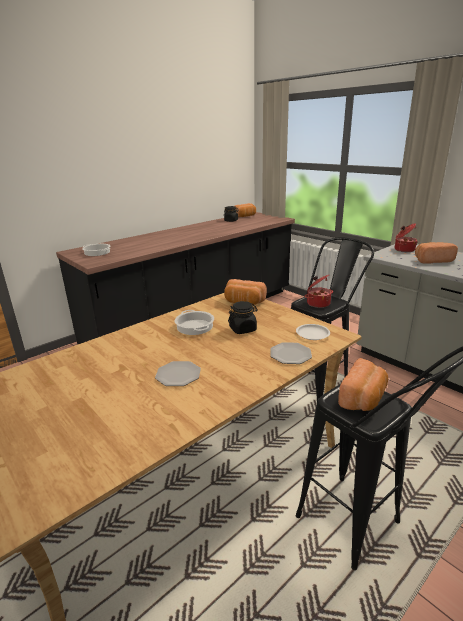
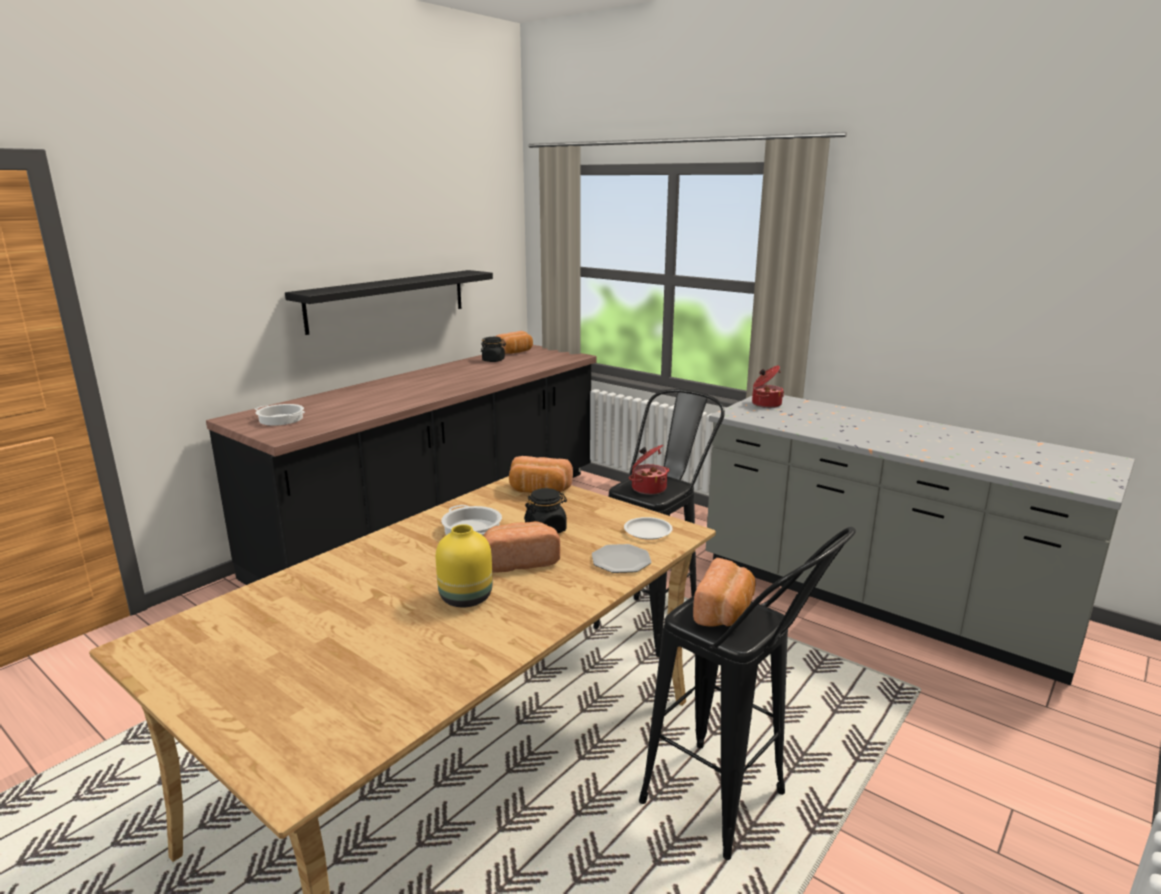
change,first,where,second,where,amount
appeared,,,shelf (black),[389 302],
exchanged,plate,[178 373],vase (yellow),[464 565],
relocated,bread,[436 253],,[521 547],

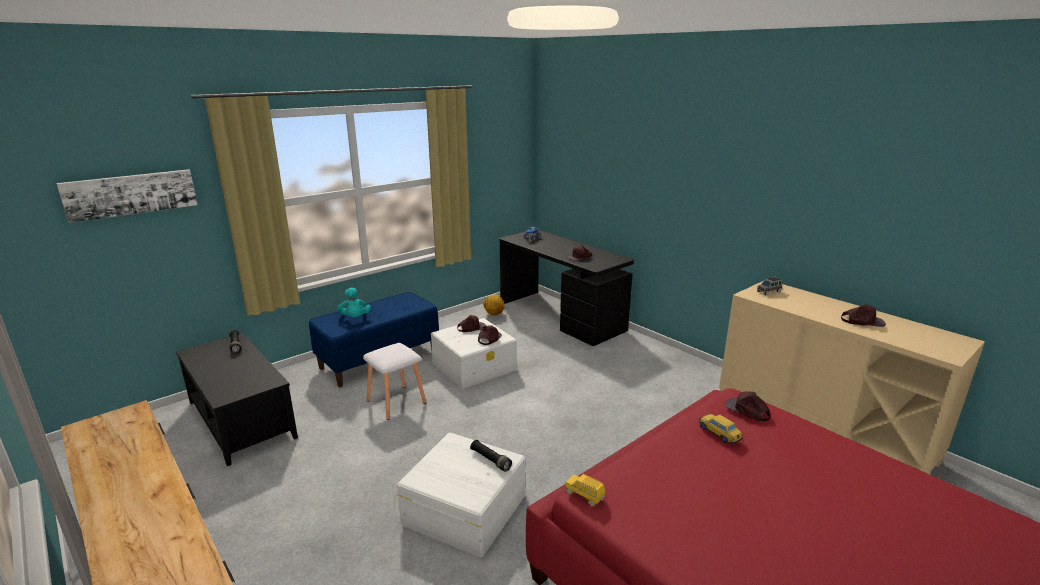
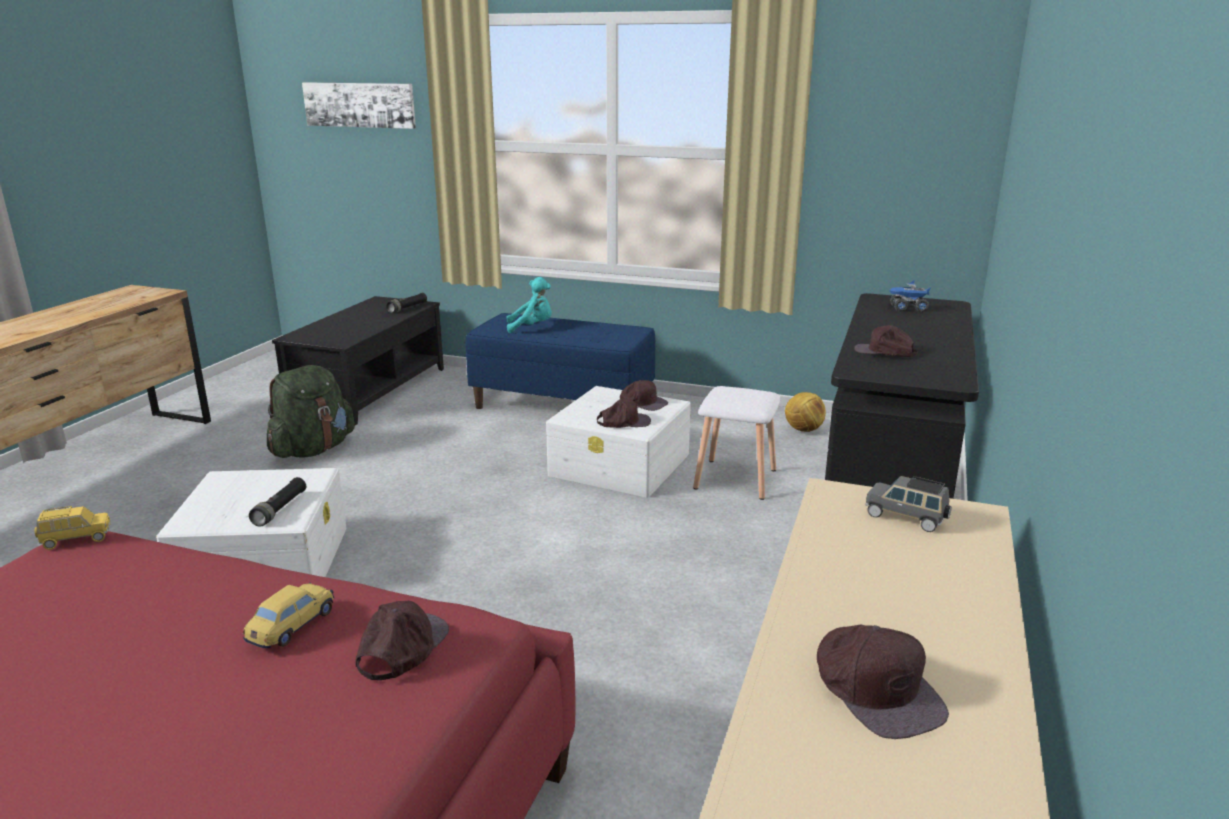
change,first,where,second,where,amount
spun,toy car (yellow),[585 490],,[72 528],60 degrees clockwise
appeared,,,backpack (green),[311 411],
spun,plush toy (turquoise),[354 302],,[529 305],135 degrees counterclockwise
relocated,stool (white),[394 381],,[737 443],

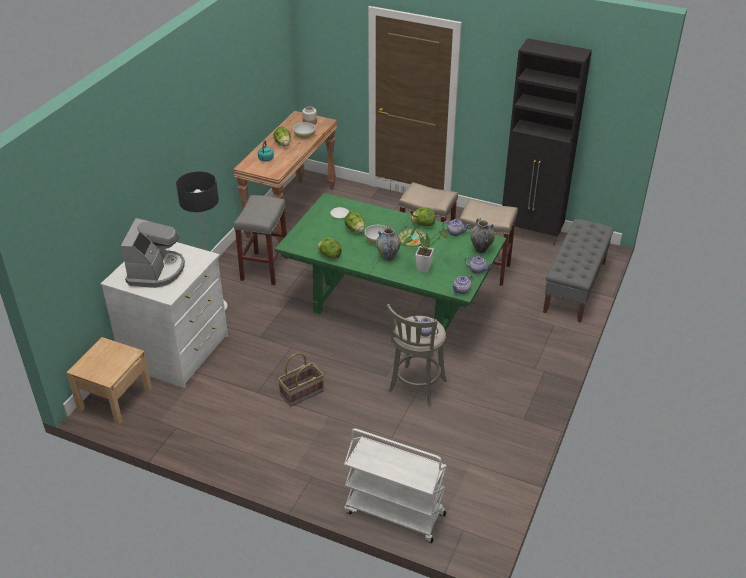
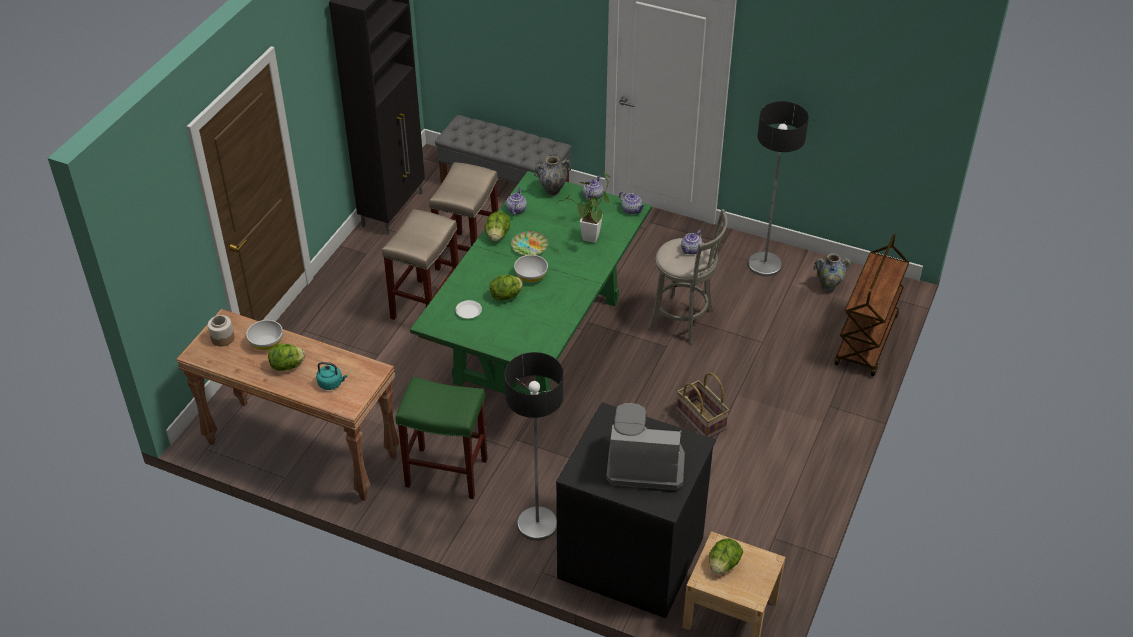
change,first,where,second,where,amount
colour,stool (grey),[261 240],stool (green),[442 438],
colour,dresser (white),[164 315],dresser (black),[636 510],
relocated,lettuce,[329 248],,[726 556],
appeared,,,floor lamp,[778 188],
relocated,vase,[388 243],,[832 272],
colour,cart (white),[395 485],cart (brown),[871 304],

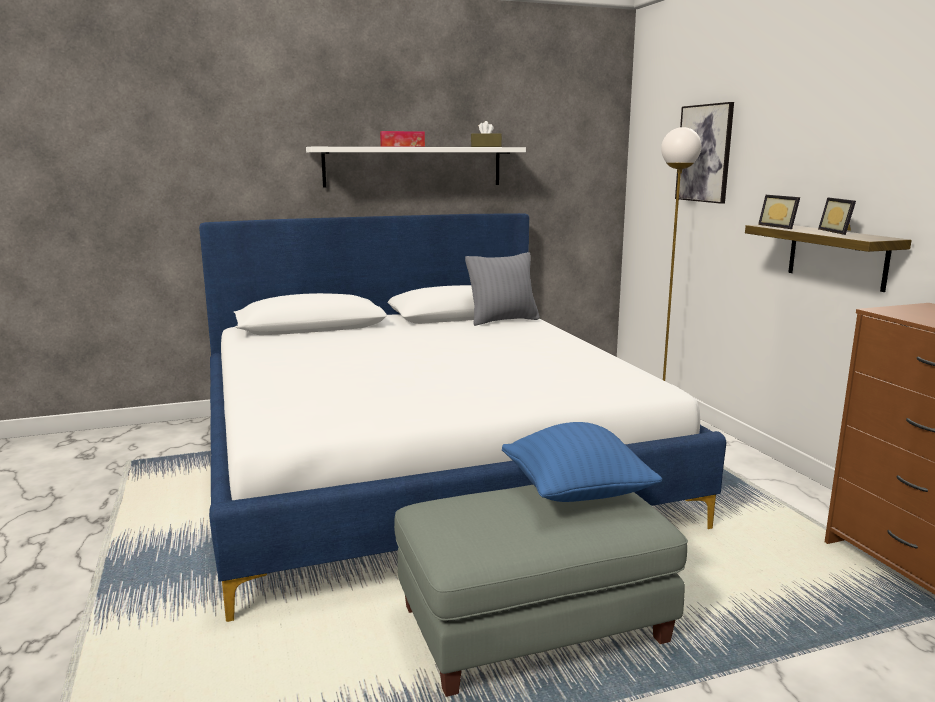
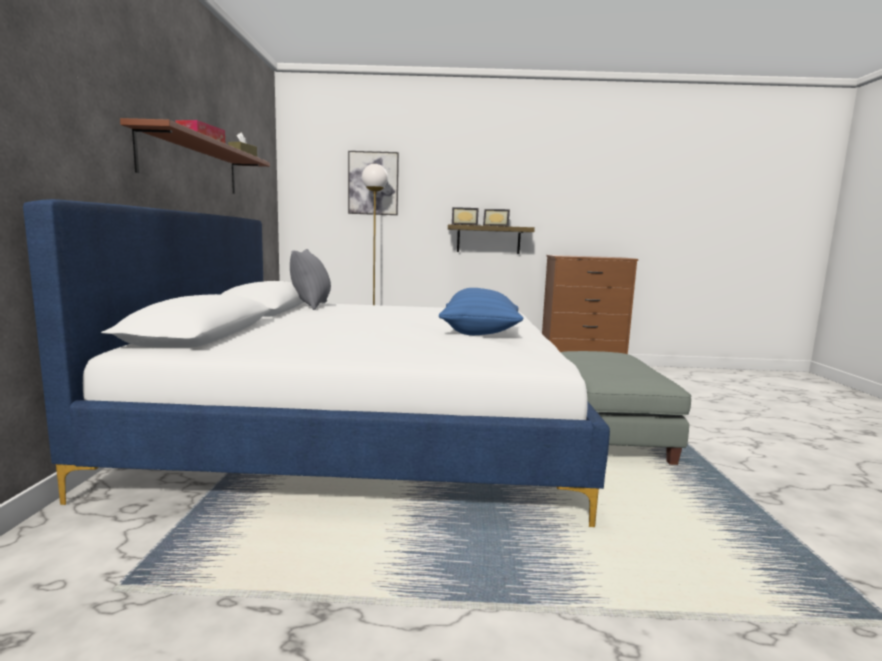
change,first,where,second,where,amount
colour,shelf (white),[416 167],shelf (brown),[195 156],
relocated,pillow (blue),[582 462],,[481 311],

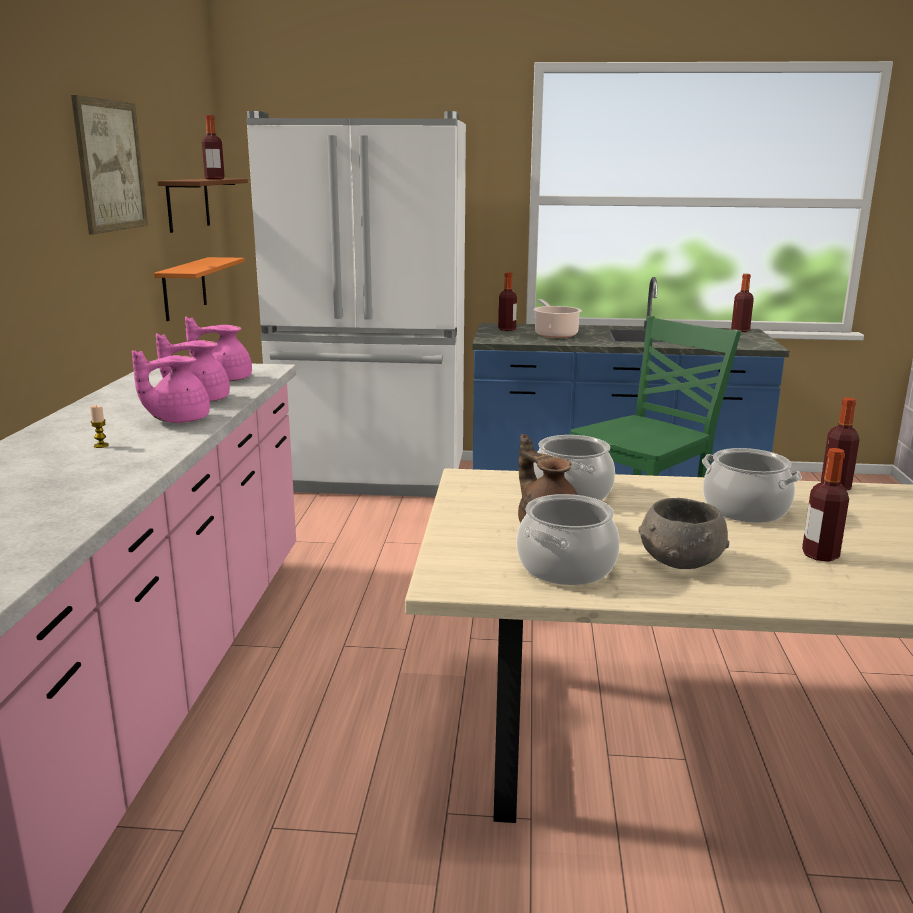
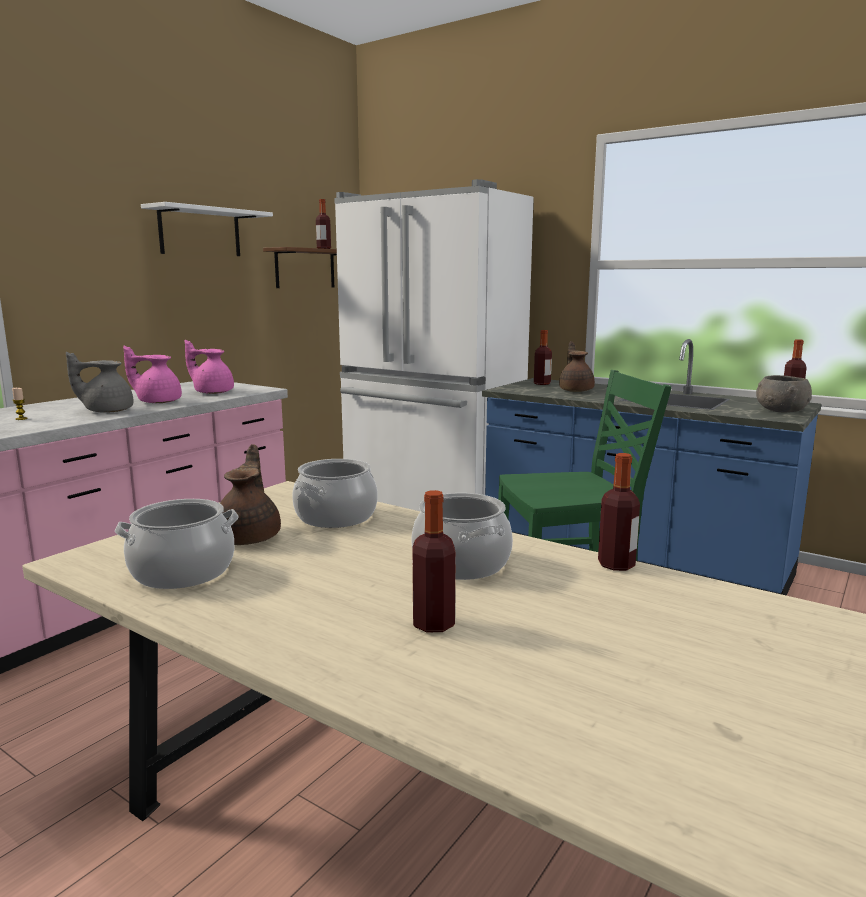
change,first,where,second,where,amount
colour,teapot (pink),[171 386],teapot (grey),[99 382],
exchanged,picture,[109 165],shelf (white),[207 229],
exchanged,cooking pot,[558 318],teapot (brown),[577 366],
relocated,bowl (grey),[684 533],,[784 394],
missing,shelf (orange),[199 289],,,

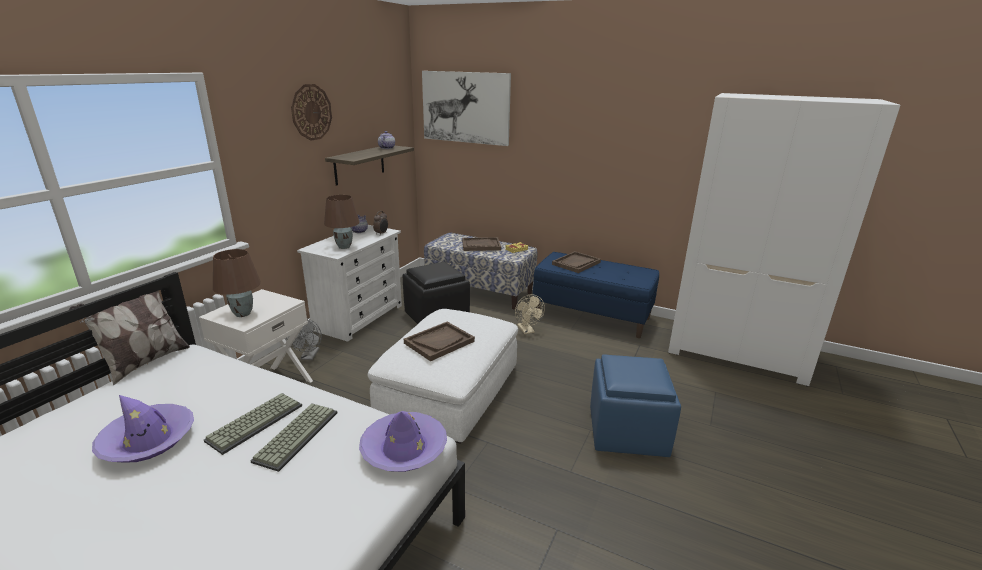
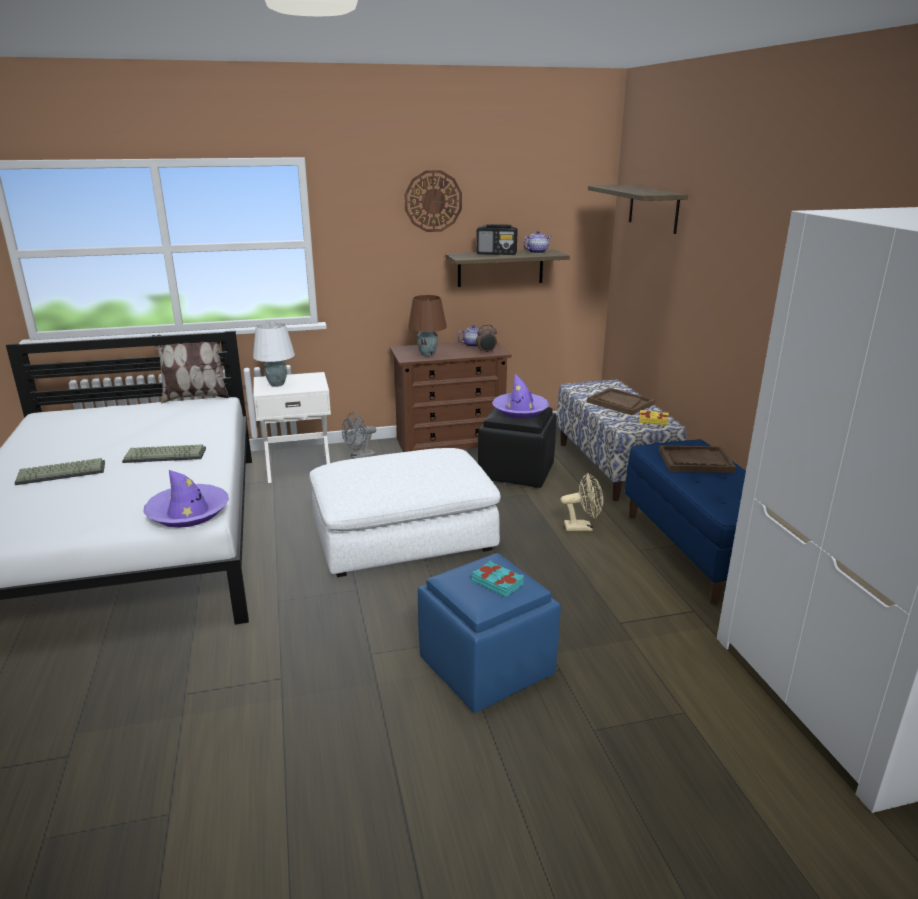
change,first,where,second,where,amount
relocated,keyboard,[294 437],,[60 471],
colour,table lamp (brown),[237 283],table lamp (white),[274 354],
colour,dresser (white),[349 283],dresser (brown),[451 397],
appeared,,,book (turquoise),[498 578],
appeared,,,radio,[497 239],
relocated,hat (purple),[143 429],,[520 396],
spun,fan (beige),[530 314],,[581 502],120 degrees counterclockwise
exchanged,picture,[466 108],shelf,[638 209],
missing,tray (brown),[439 341],,,

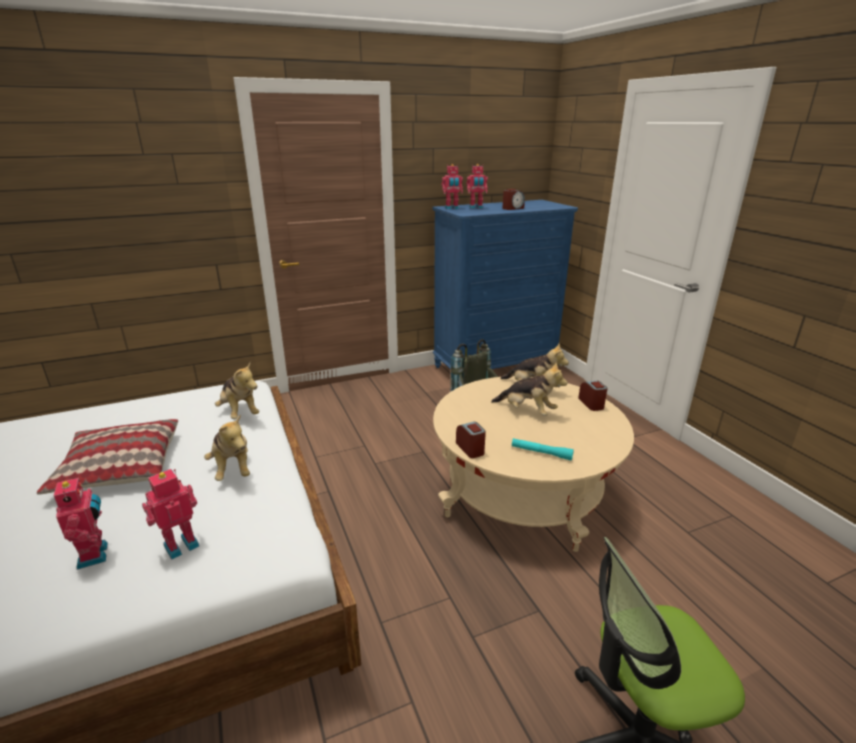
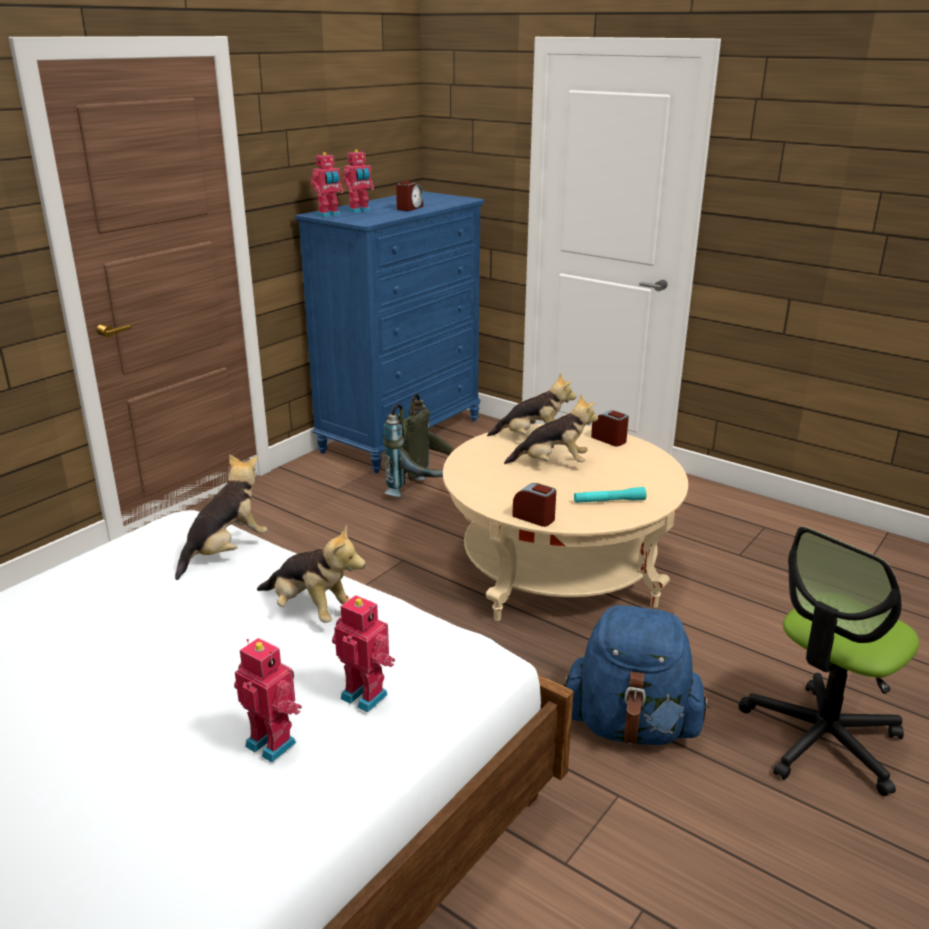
change,first,where,second,where,amount
spun,plush toy,[237 390],,[221 517],75 degrees counterclockwise
spun,toy robot,[170 514],,[363 653],105 degrees clockwise
appeared,,,backpack (blue),[637 675],
missing,pillow,[107 457],,,

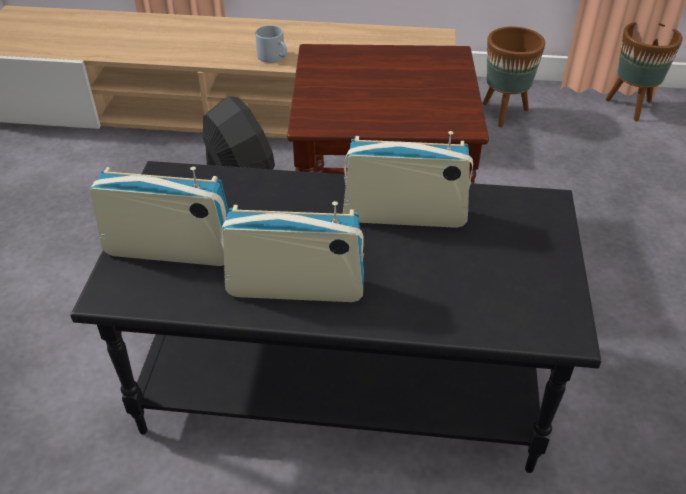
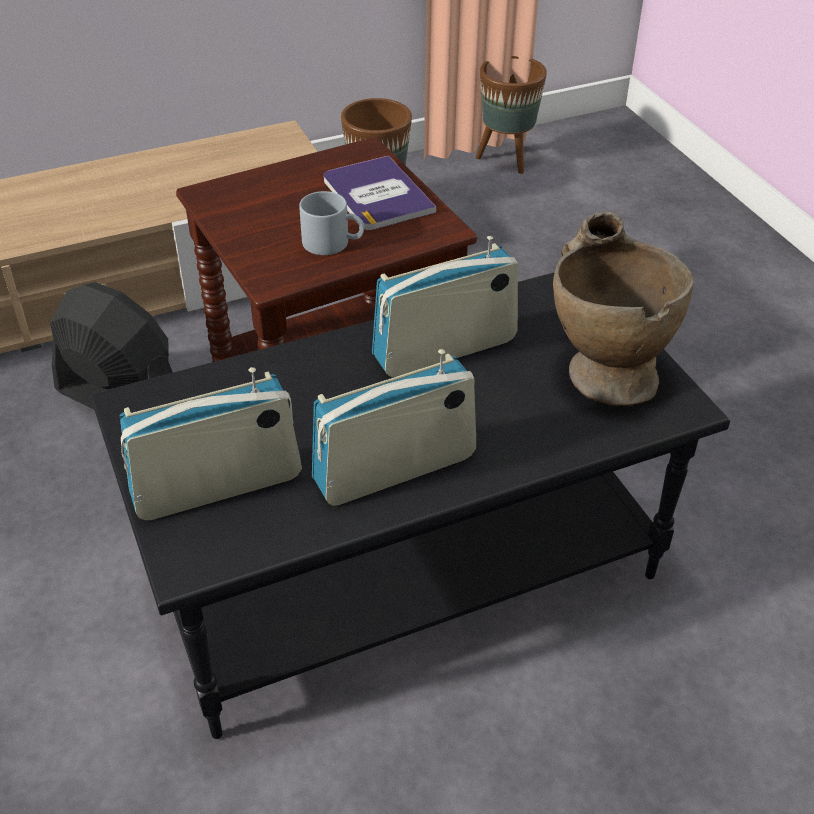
change,first,where,second,where,amount
relocated,mug (grey),[271 44],,[331 223],
appeared,,,book,[380 192],
appeared,,,vase (beige),[623 309],

